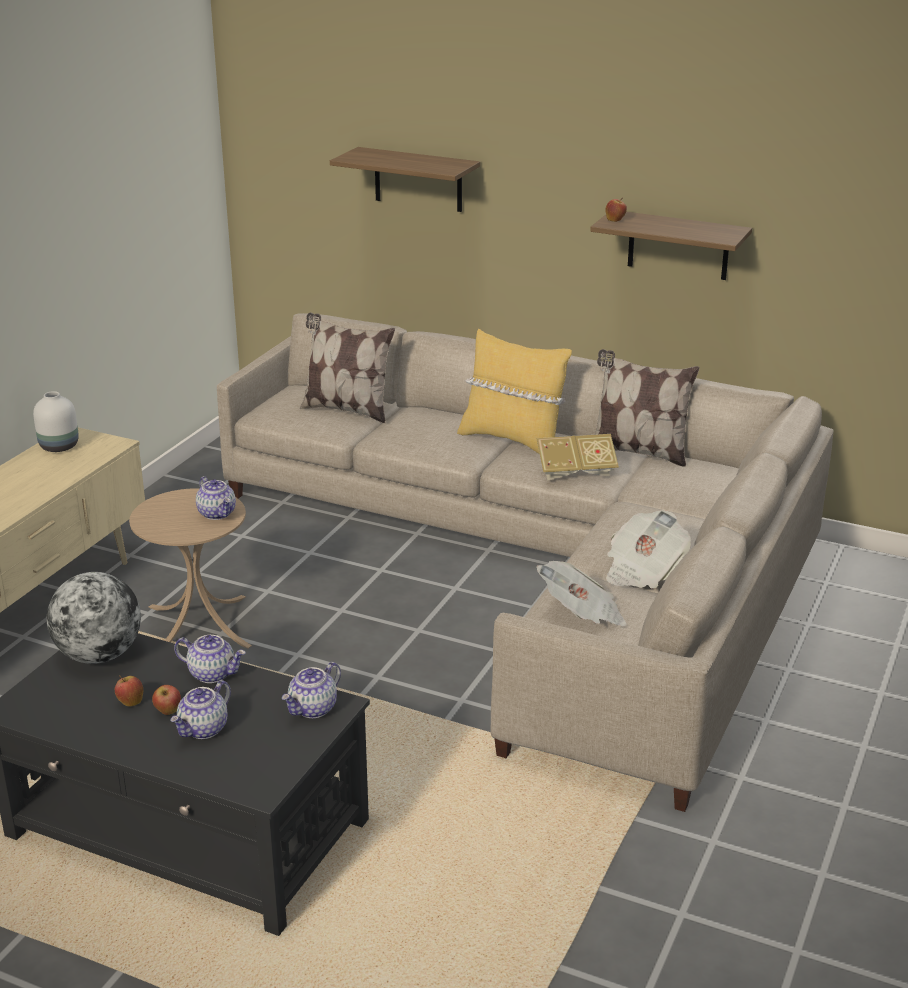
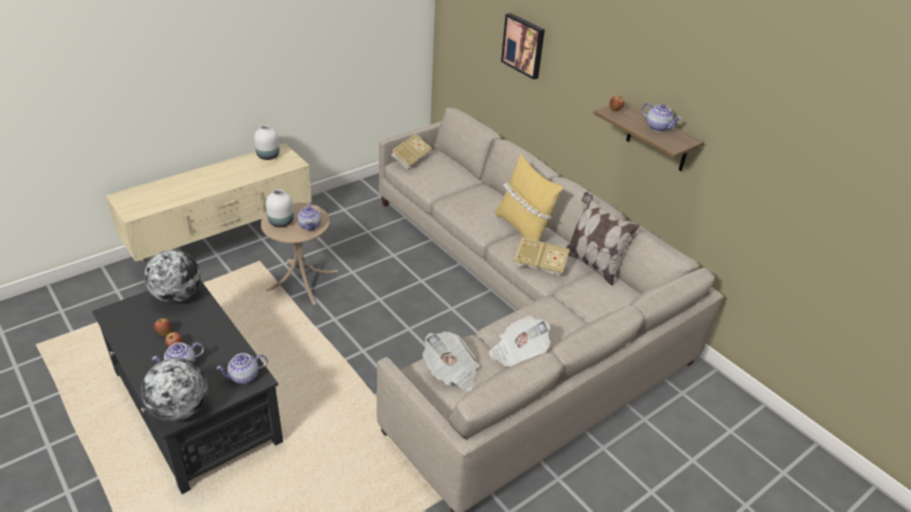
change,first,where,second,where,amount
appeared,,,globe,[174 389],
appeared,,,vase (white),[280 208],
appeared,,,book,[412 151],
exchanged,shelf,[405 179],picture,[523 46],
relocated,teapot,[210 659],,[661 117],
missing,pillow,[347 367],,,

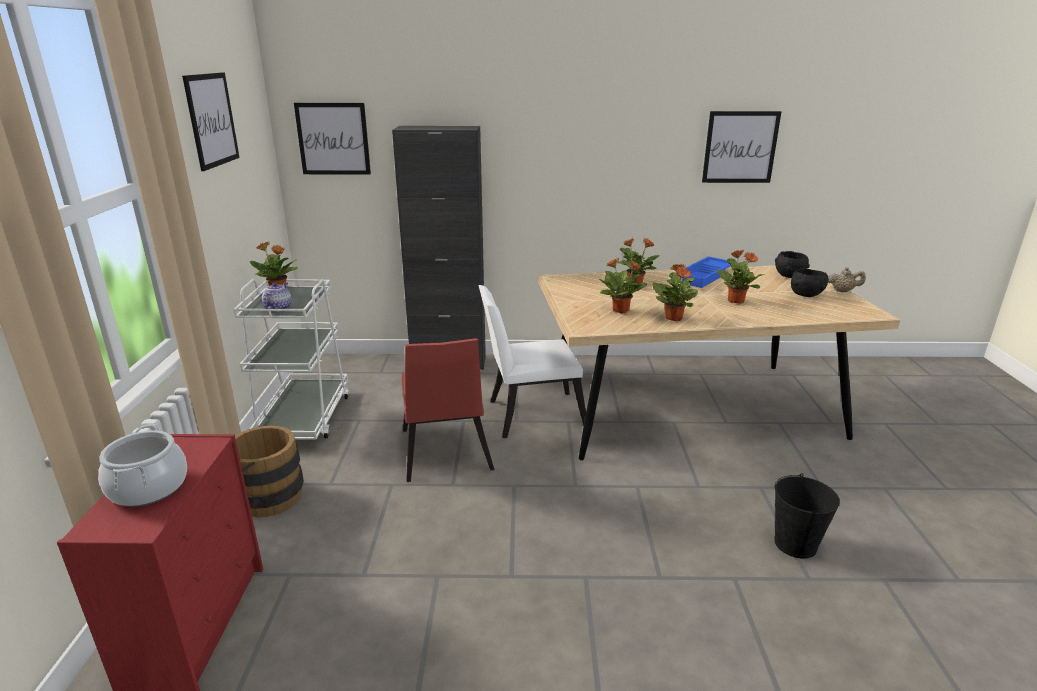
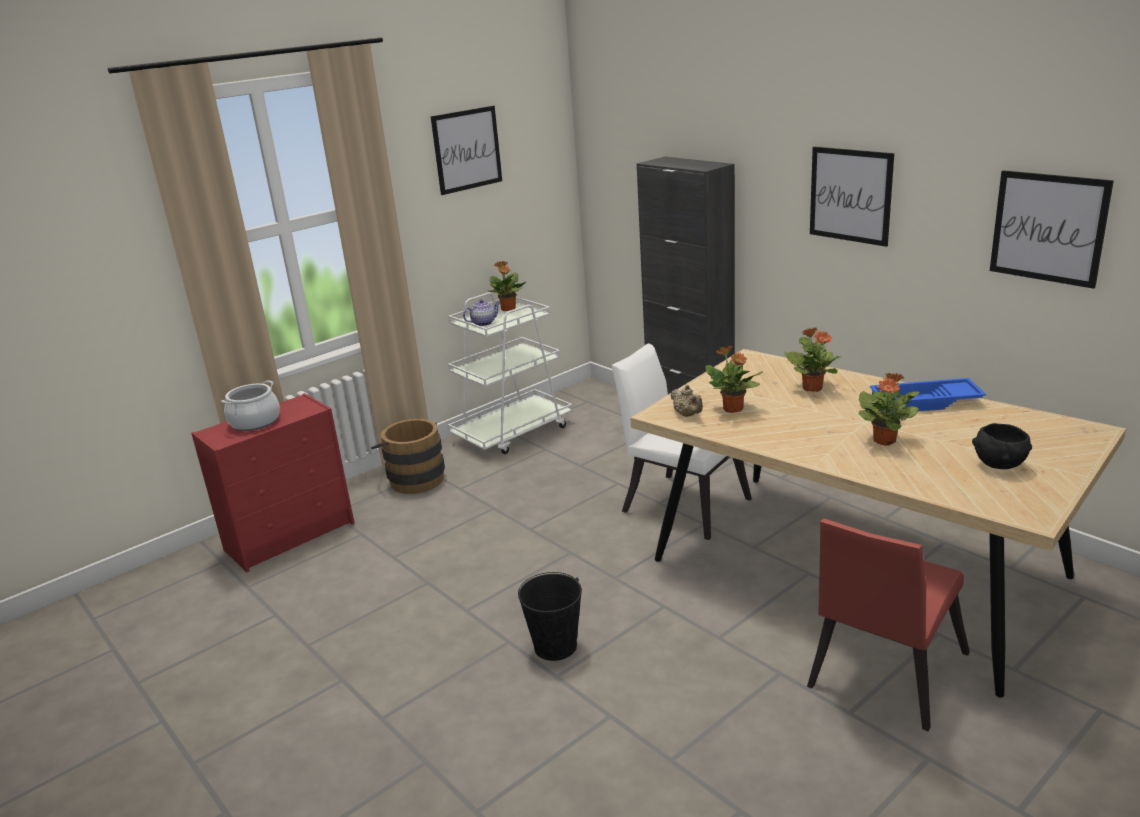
change,first,where,second,where,amount
relocated,bucket (black),[807 516],,[550 616],
relocated,teapot (beige),[847 279],,[686 401],
relocated,chair (red),[448 410],,[888 624],
relocated,picture,[332 139],,[852 196],
missing,potted plant,[675 292],,,
missing,bowl (black),[792 264],,,

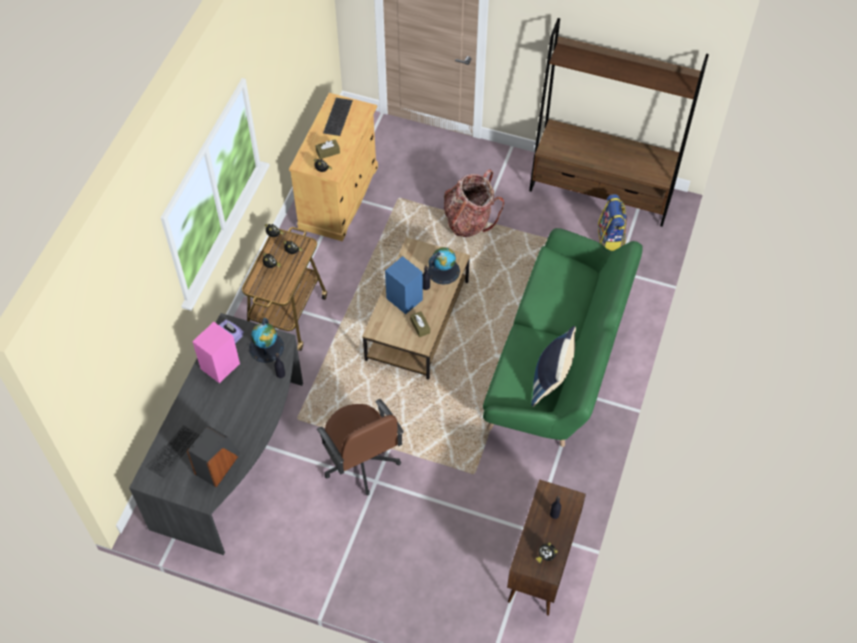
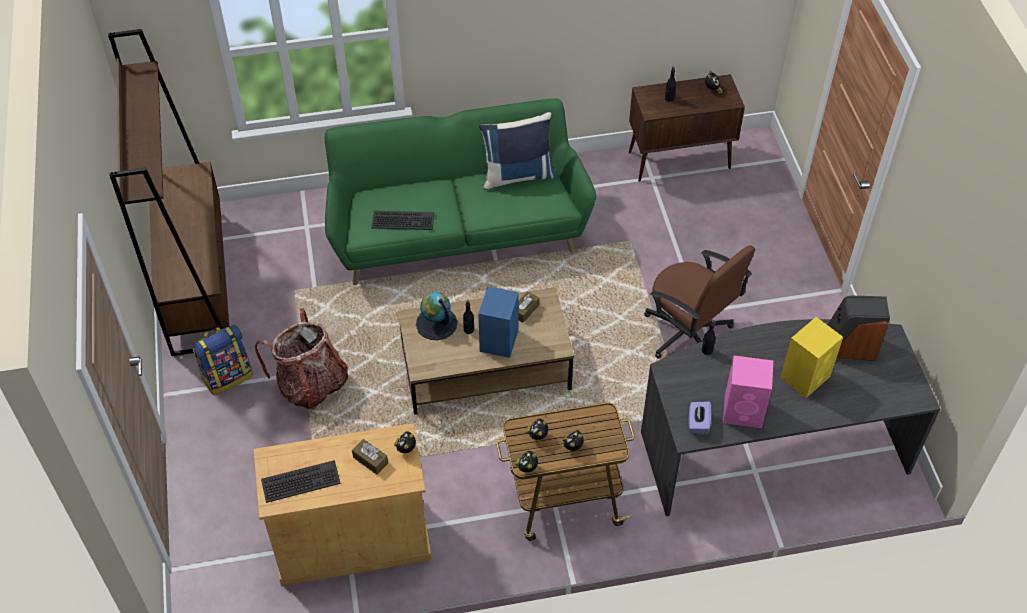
change,first,where,second,where,amount
relocated,backpack,[612 222],,[223 360],
relocated,keyboard,[174 451],,[403 220],
spun,office chair (brown),[360 447],,[699 302],105 degrees clockwise
appeared,,,speaker (yellow),[811 357],
missing,globe,[266 340],,,

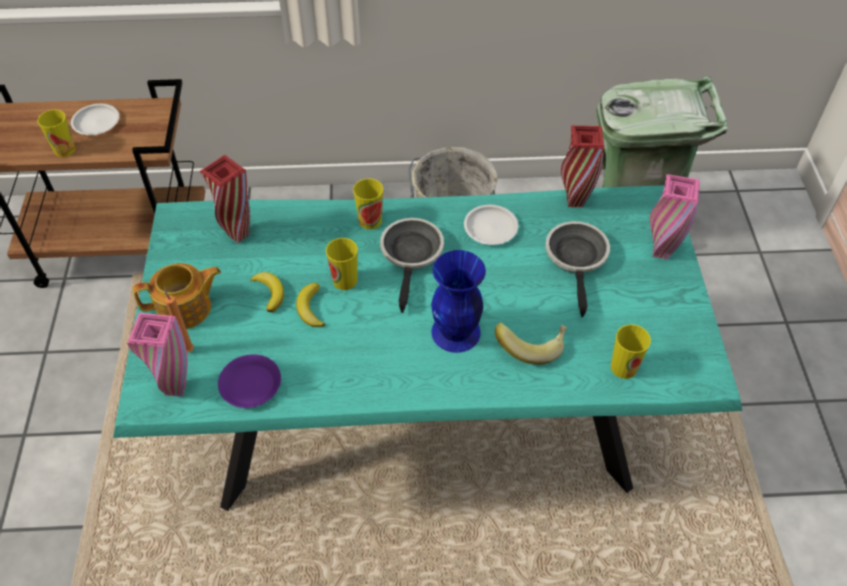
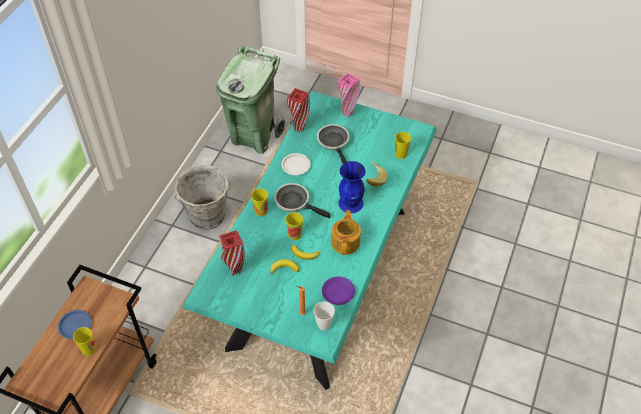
change,first,where,second,where,amount
colour,plate (white),[95 119],plate (blue),[75 324],
exchanged,vase (pink),[157 355],cup,[324 316],
spun,frying pan,[577 269],,[333 144],45 degrees clockwise
relocated,teapot,[177 296],,[346 232],

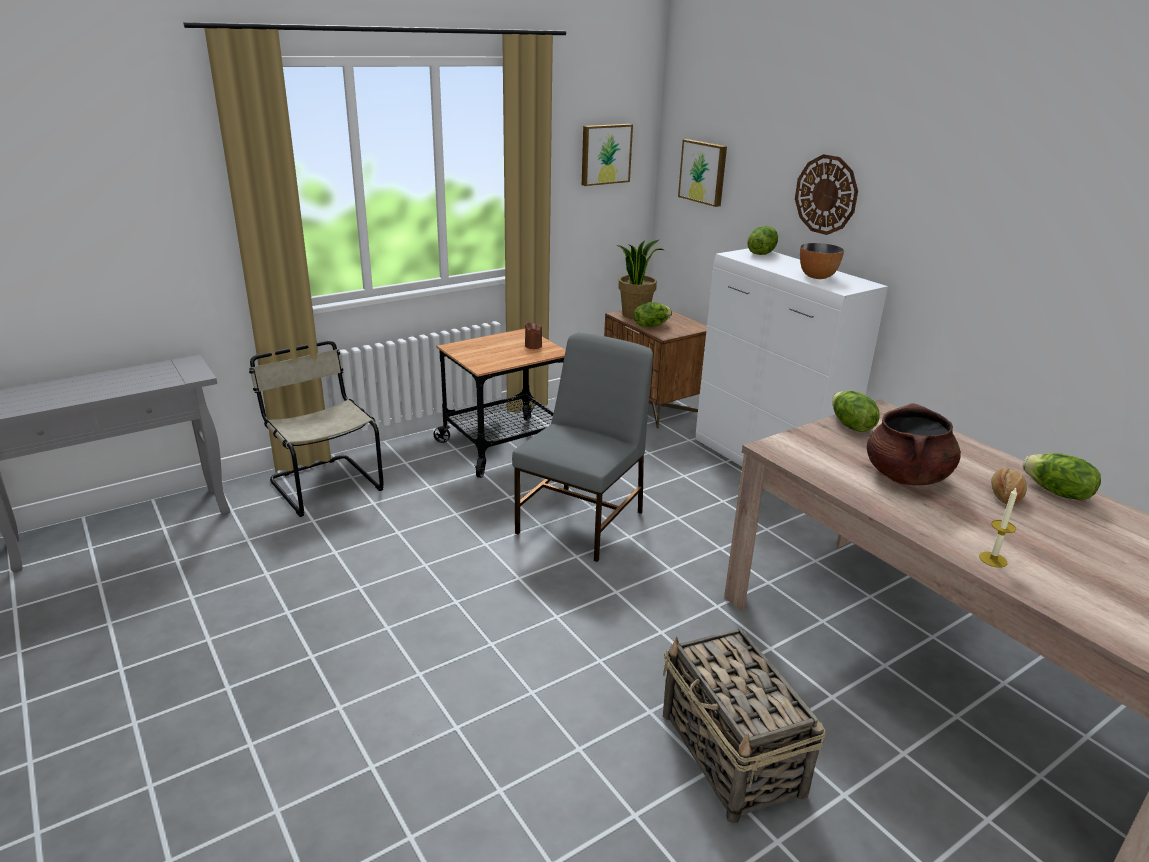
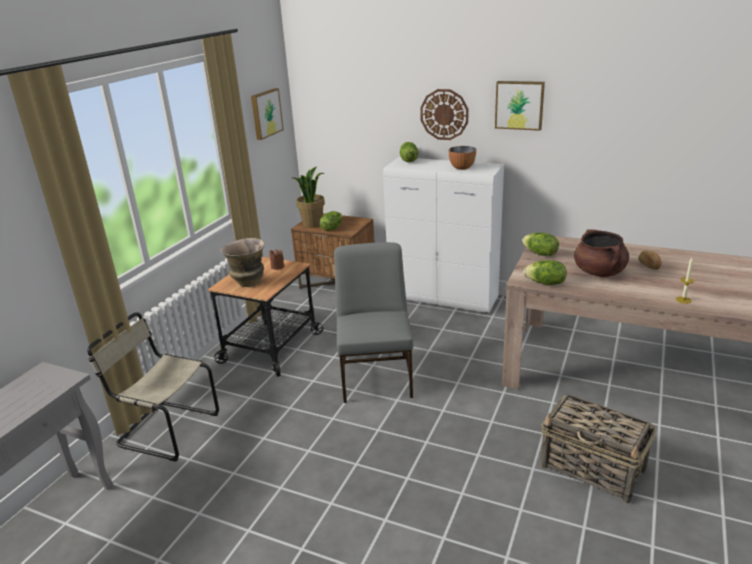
change,first,where,second,where,amount
appeared,,,vase,[243 262],
relocated,picture,[702 173],,[520 106],
relocated,lettuce,[1061 477],,[545 272],

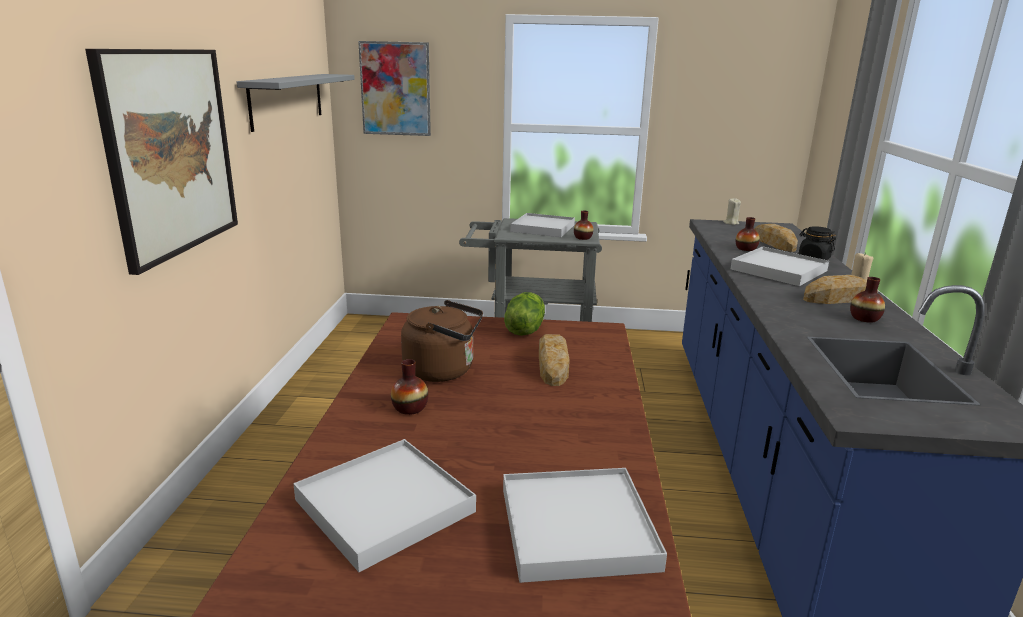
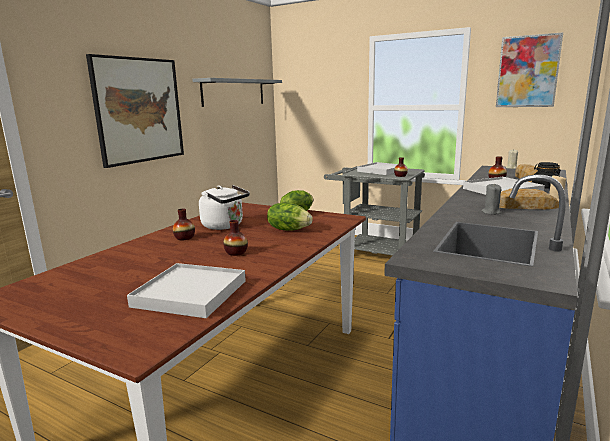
change,first,where,second,where,amount
colour,kettle (brown),[442 341],kettle (white),[224 207],
relocated,vase,[867 300],,[235 238],
exchanged,bread,[554 360],lettuce,[290 217],
appeared,,,candle (grey),[491 199],
relocated,picture,[394 88],,[529 69],
missing,tray (white),[384 505],,,

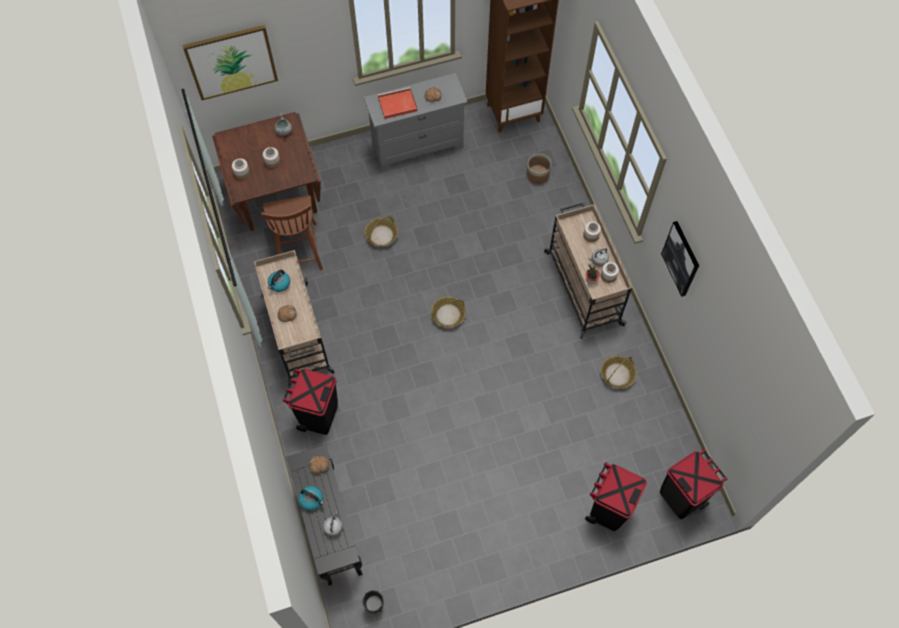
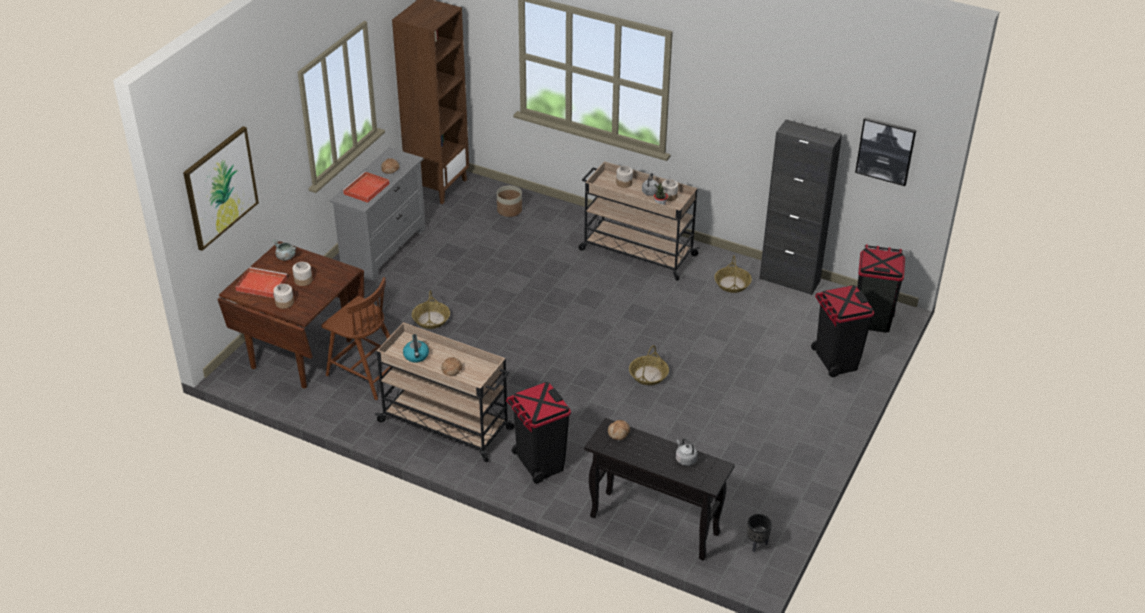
change,first,where,second,where,amount
appeared,,,tray (red),[261 282],
relocated,basket,[448 312],,[649 365],
appeared,,,cabinet (black),[800 207],
relocated,picture,[680 259],,[885 151],
missing,kettle,[311 498],,,

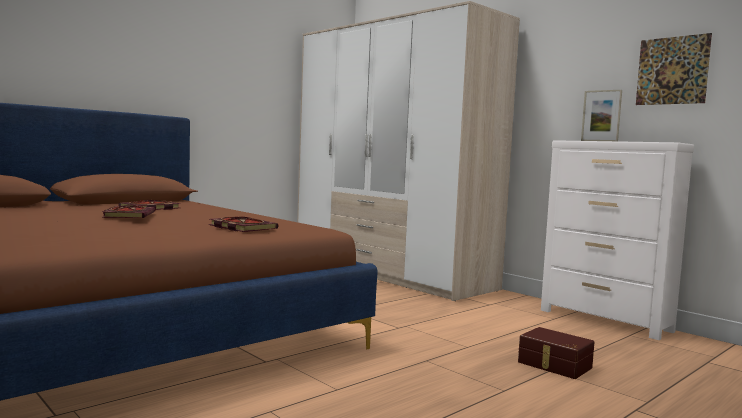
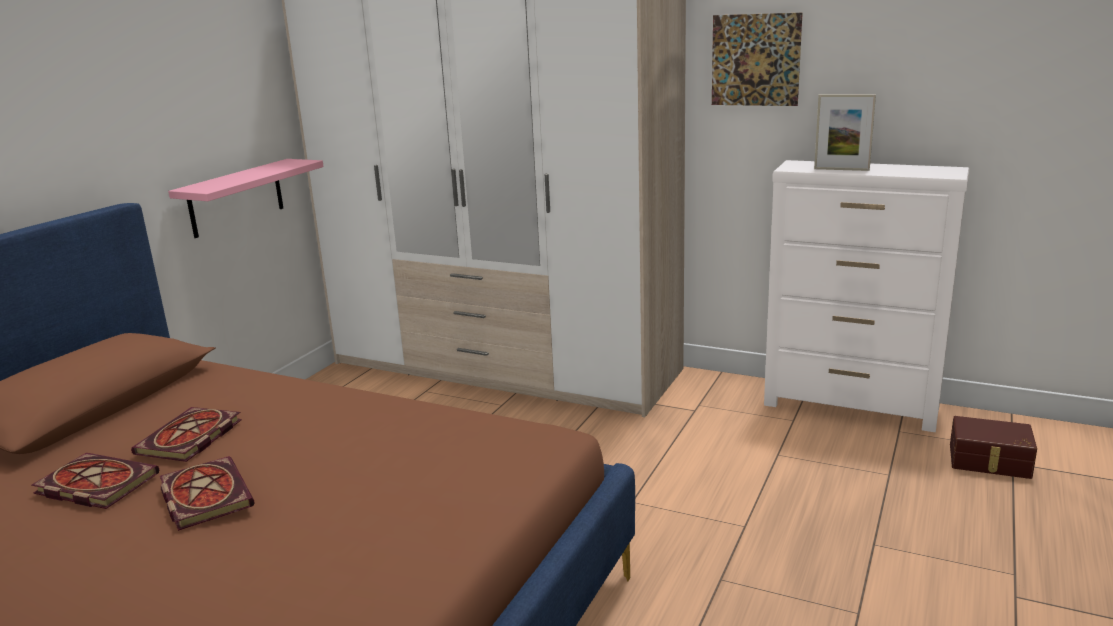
change,first,where,second,where,amount
relocated,book,[243 224],,[95 481],
appeared,,,shelf (pink),[246 198],
relocated,picture,[674 69],,[757 59],
relocated,storage box (brown),[556 353],,[993 447],

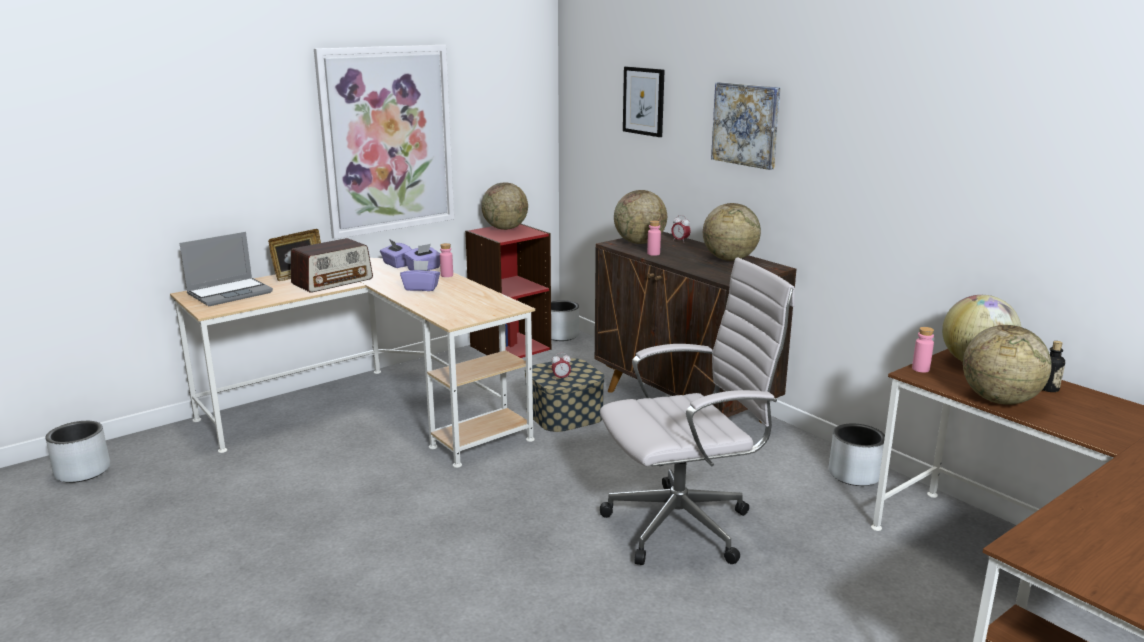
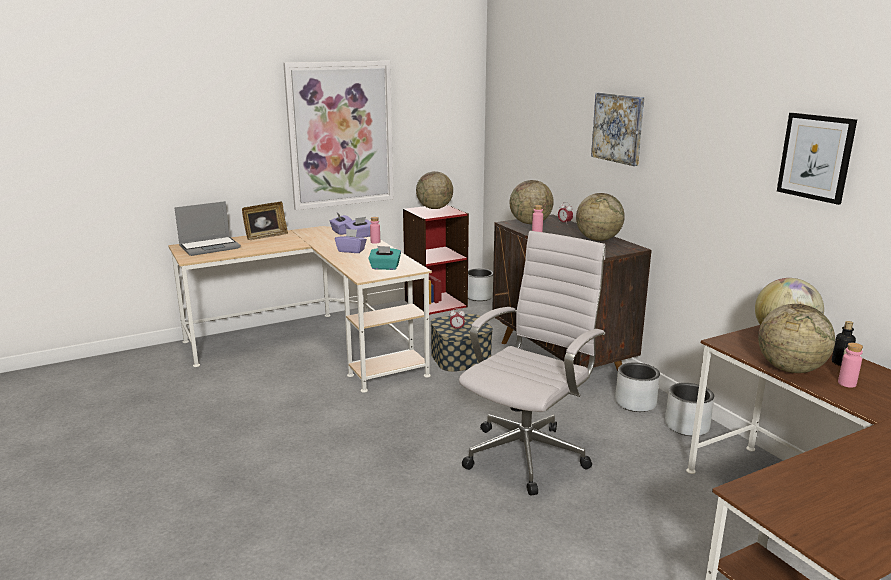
change,first,where,second,where,amount
appeared,,,tissue box (turquoise),[384 258],
spun,office chair (white),[697 411],,[532 363],45 degrees counterclockwise
relocated,planter (grey),[77 452],,[637 387],
relocated,picture,[644 102],,[817 159],
relocated,bottle (pink),[923 350],,[850 365],
missing,radio,[332 265],,,

